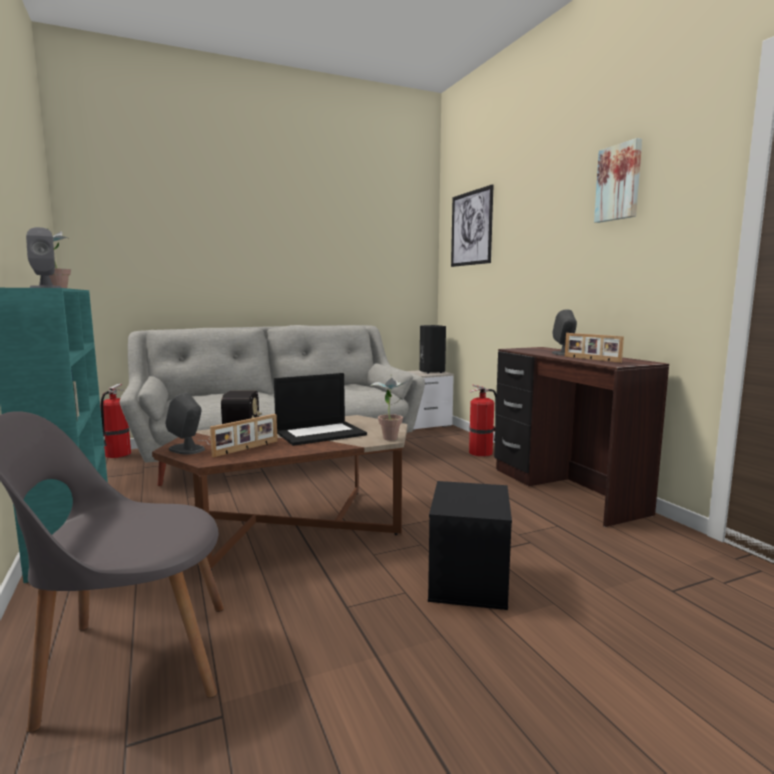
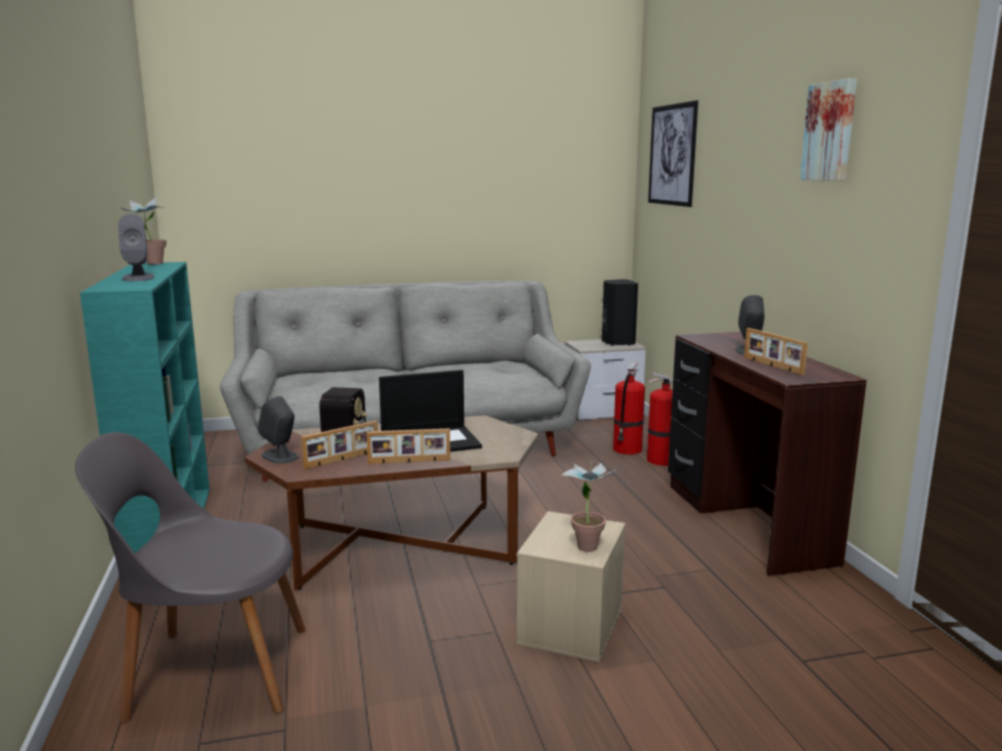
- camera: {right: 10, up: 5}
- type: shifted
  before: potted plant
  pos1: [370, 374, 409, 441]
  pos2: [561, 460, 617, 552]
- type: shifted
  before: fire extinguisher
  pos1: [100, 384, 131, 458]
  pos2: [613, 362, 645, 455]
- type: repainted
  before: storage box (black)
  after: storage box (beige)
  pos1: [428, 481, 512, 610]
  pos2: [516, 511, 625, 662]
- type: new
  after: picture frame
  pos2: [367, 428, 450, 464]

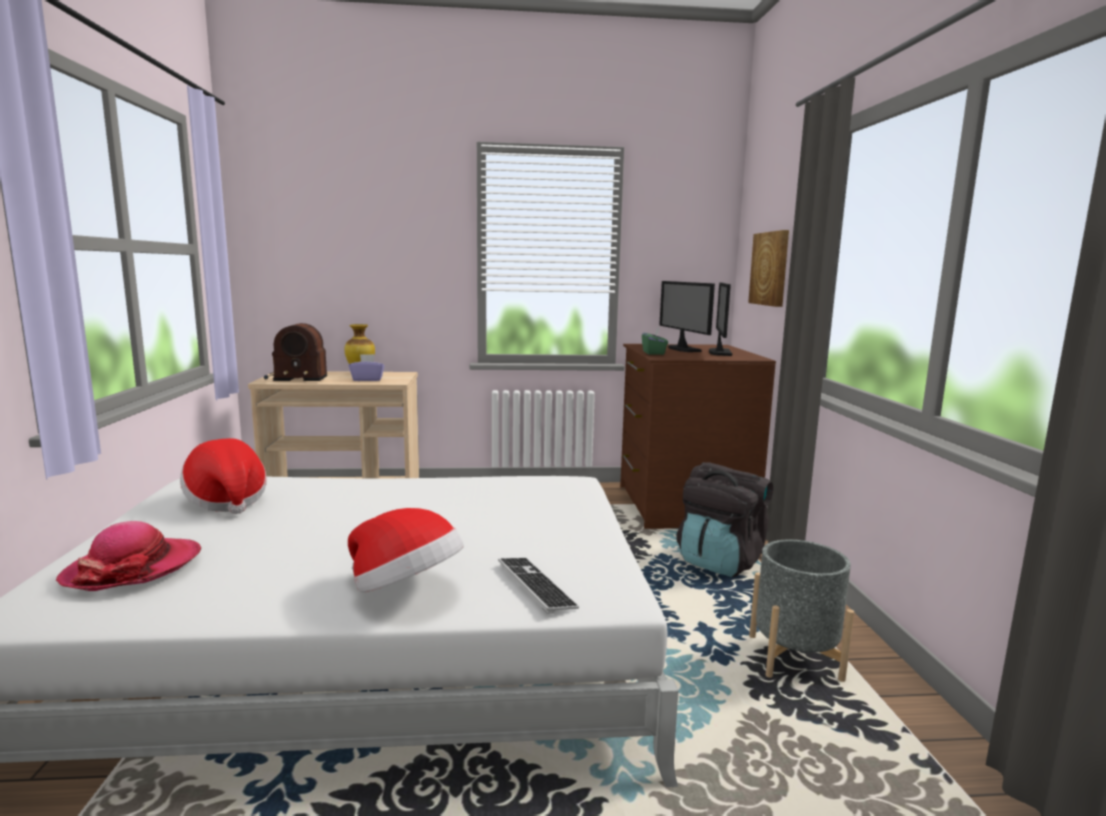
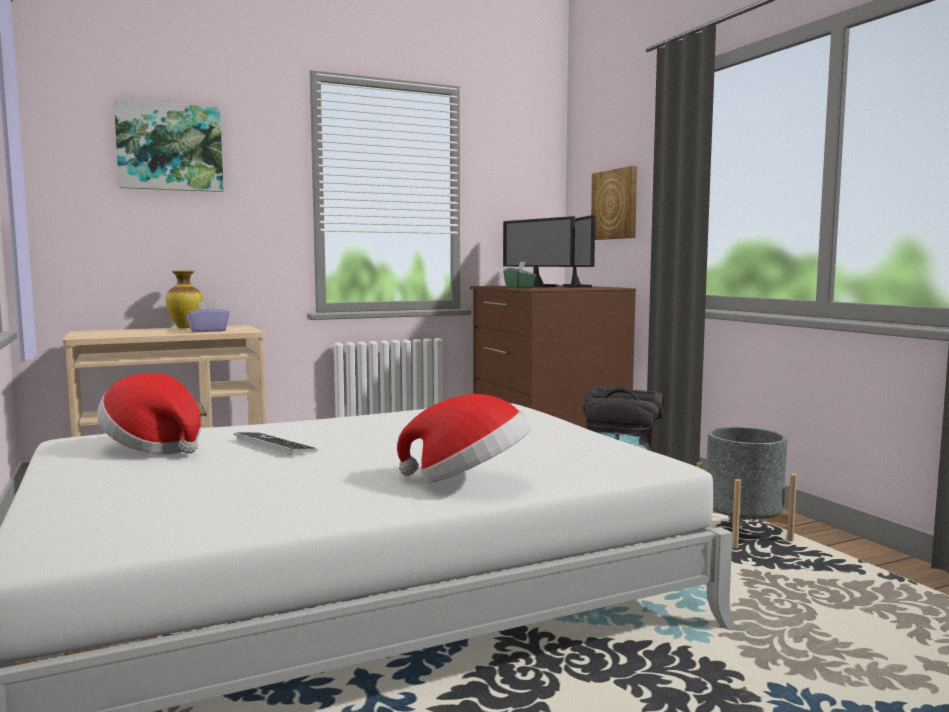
- camera: {right: -20, up: -5}
- type: gone
  before: radio
  pos1: [264, 323, 327, 381]
- type: gone
  before: hat
  pos1: [55, 521, 201, 591]
- type: shifted
  before: keyboard
  pos1: [498, 558, 579, 614]
  pos2: [234, 432, 318, 455]
- type: new
  after: picture
  pos2: [114, 99, 224, 192]

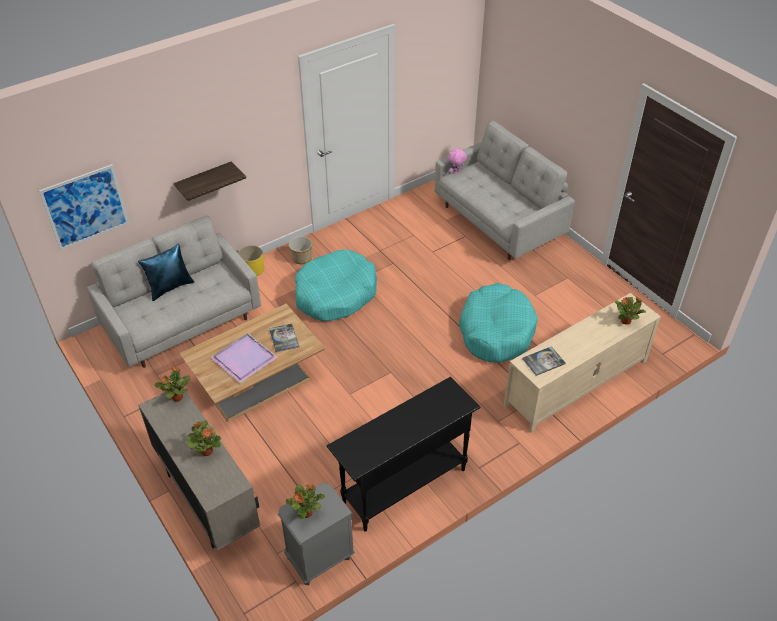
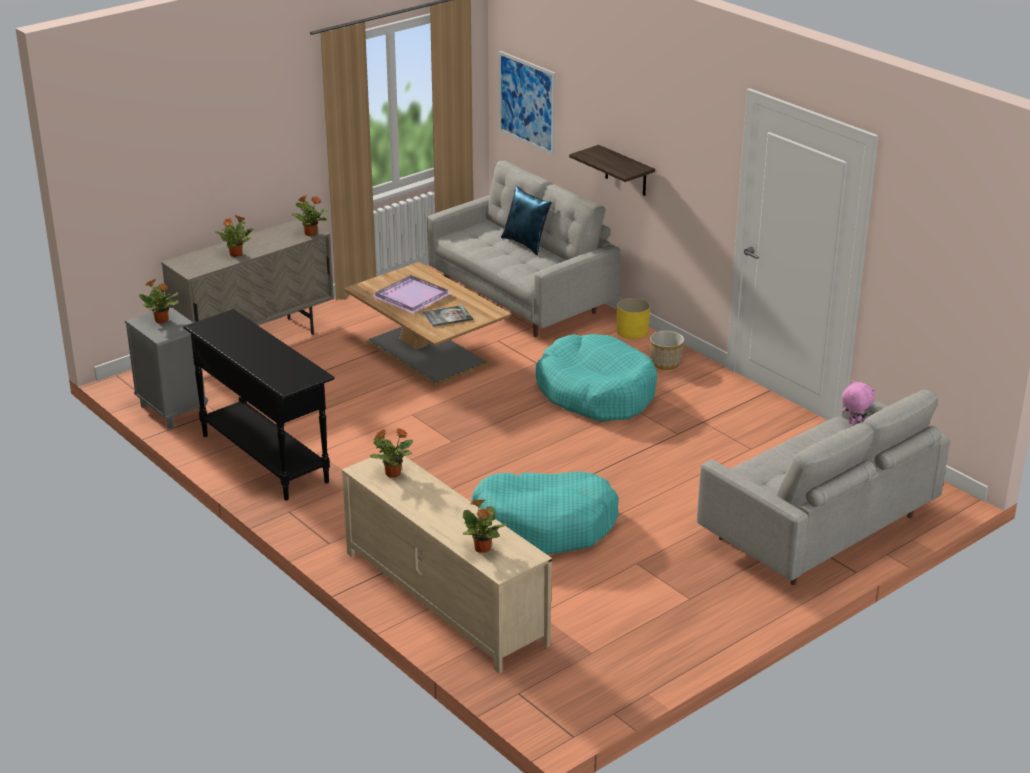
- camera: {right: 85, up: -15}
- type: swapped
  before: book
  after: potted plant
  pos1: [522, 347, 566, 376]
  pos2: [371, 428, 413, 478]

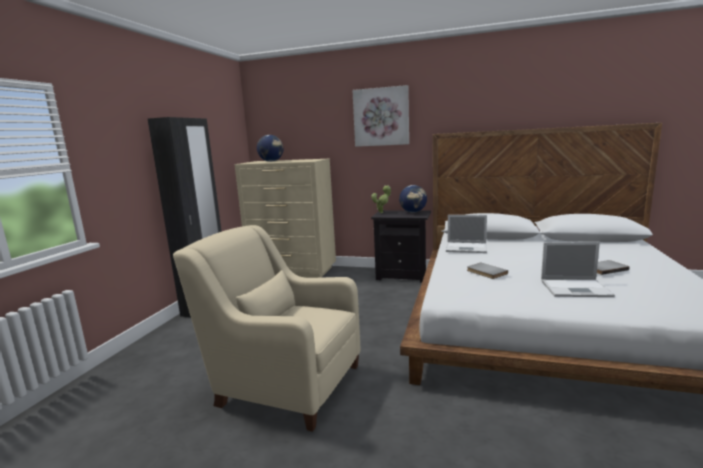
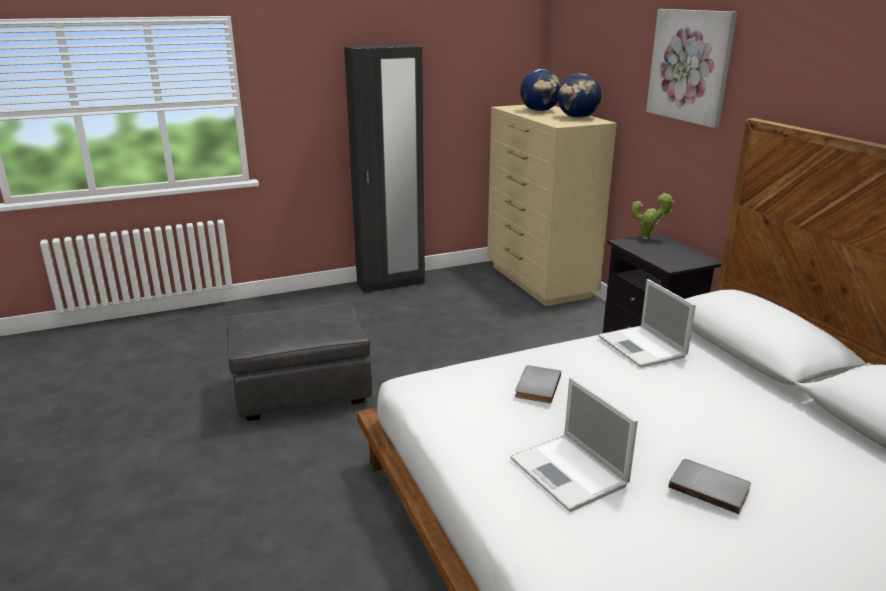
- camera: {right: 50, up: 10}
- type: shifted
  before: globe
  pos1: [399, 185, 427, 213]
  pos2: [558, 73, 601, 118]
- type: swapped
  before: armchair (beige)
  after: ottoman (grey)
  pos1: [173, 225, 360, 432]
  pos2: [227, 302, 372, 421]

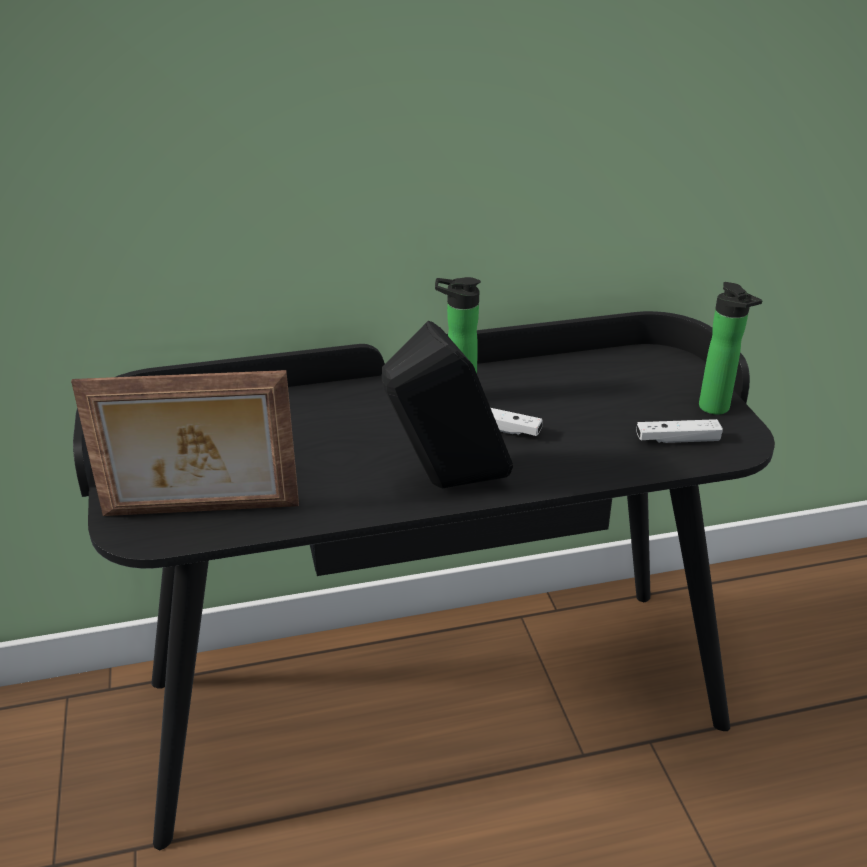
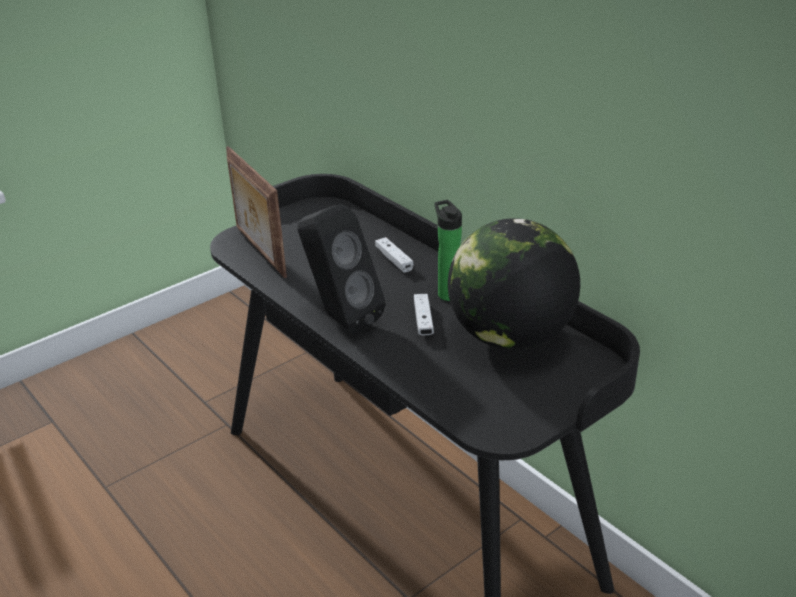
- camera: {right: 65, up: 0}
- type: gone
  before: bottle
  pos1: [699, 282, 763, 415]
- type: shifted
  before: game controller (white)
  pos1: [636, 419, 723, 443]
  pos2: [375, 237, 413, 273]
- type: new
  after: globe
  pos2: [448, 218, 580, 350]

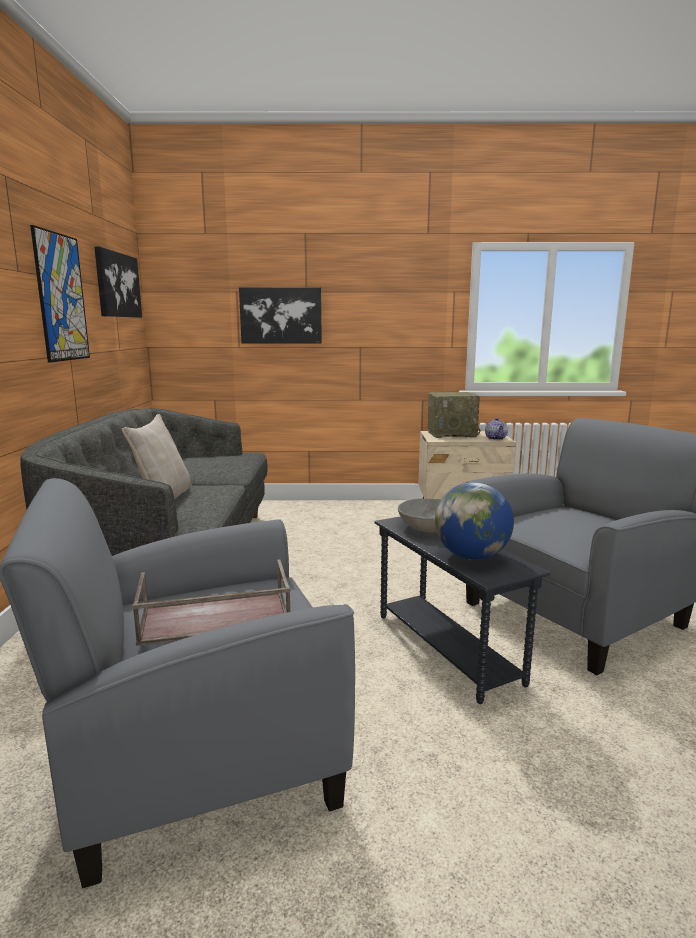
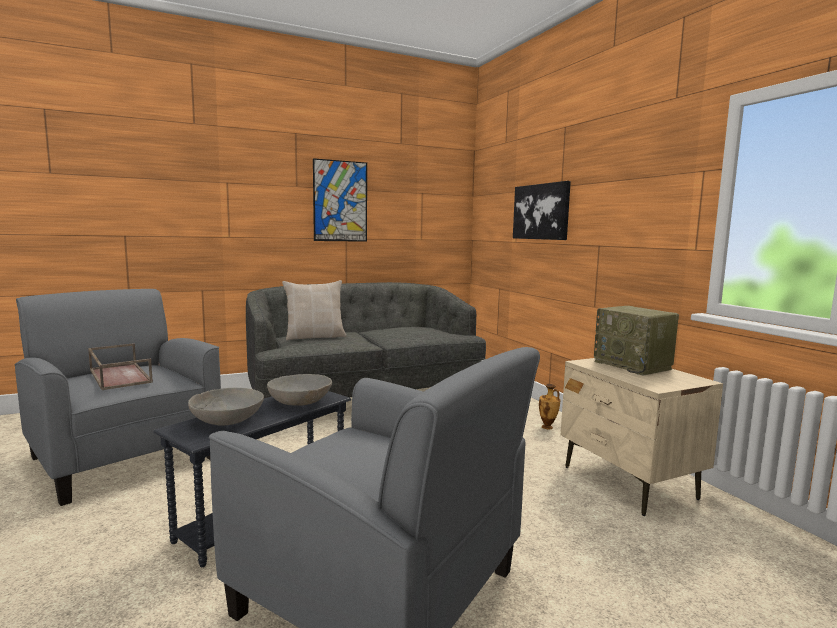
- camera: {right: 65, up: -5}
- type: gone
  before: picture
  pos1: [94, 247, 142, 318]
- type: gone
  before: teapot
  pos1: [485, 418, 508, 440]
- type: swapped
  before: globe
  after: bowl (grey)
  pos1: [435, 482, 514, 560]
  pos2: [188, 388, 264, 426]
- type: new
  after: vase
  pos2: [539, 384, 560, 429]

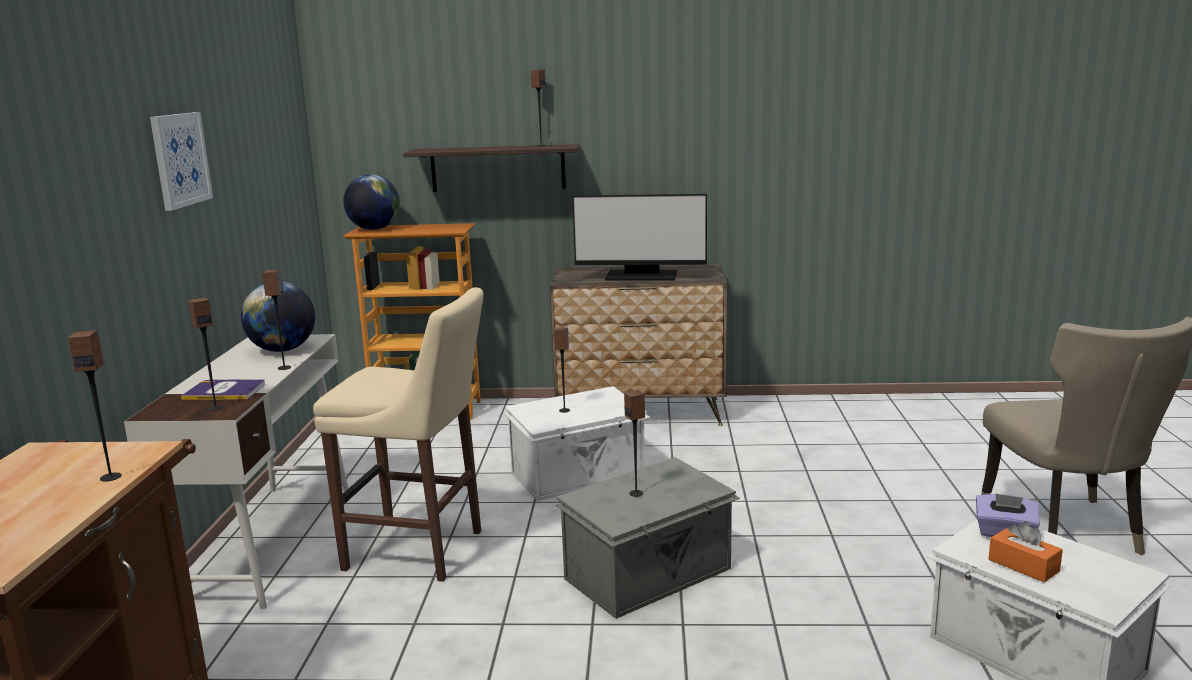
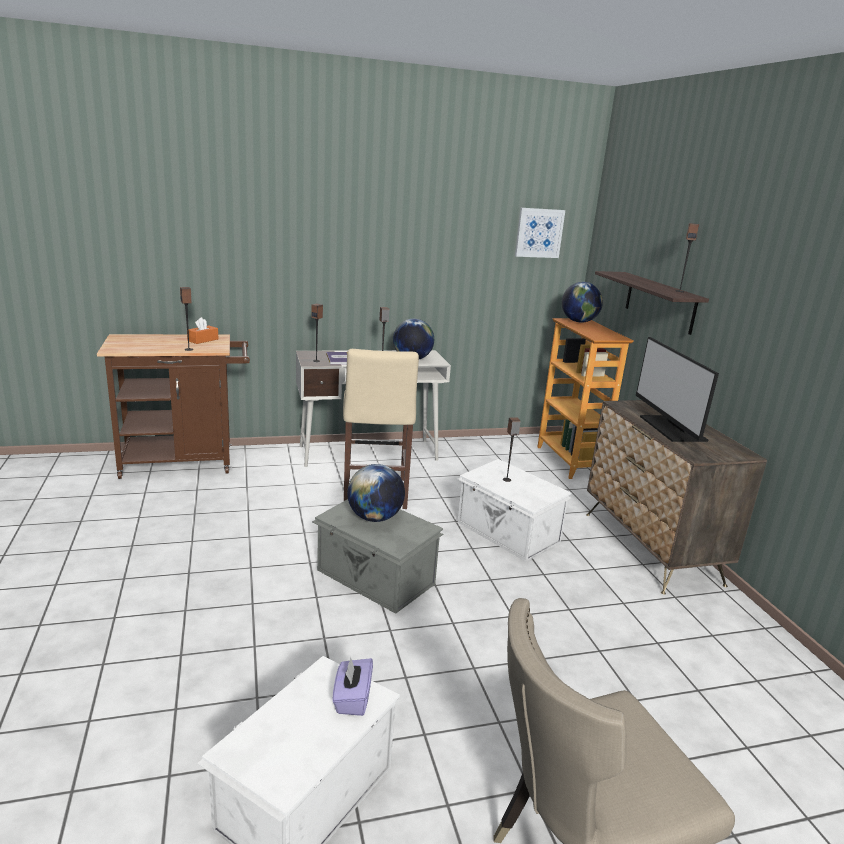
- camera: {right: 70, up: 5}
- type: shifted
  before: picture
  pos1: [150, 112, 213, 211]
  pos2: [515, 208, 565, 258]
- type: swapped
  before: speaker
  after: globe
  pos1: [624, 390, 645, 497]
  pos2: [347, 464, 405, 522]
- type: shifted
  before: tissue box (orange)
  pos1: [988, 521, 1063, 582]
  pos2: [187, 317, 218, 344]

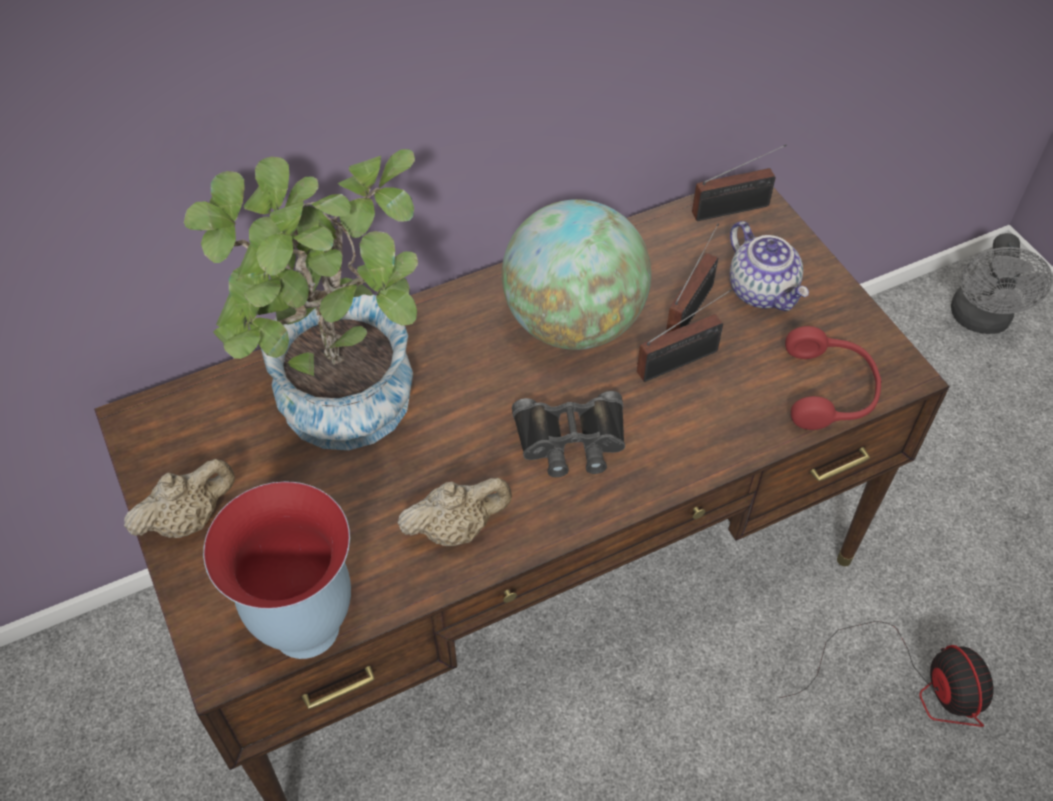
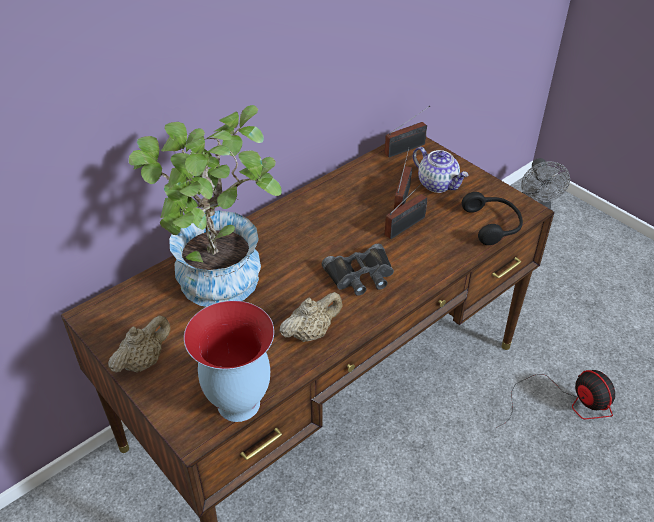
- camera: {right: -15, up: -10}
- type: gone
  before: globe
  pos1: [502, 199, 651, 350]
- type: repainted
  before: headphones (red)
  after: headphones (black)
  pos1: [785, 326, 882, 430]
  pos2: [462, 192, 523, 245]

